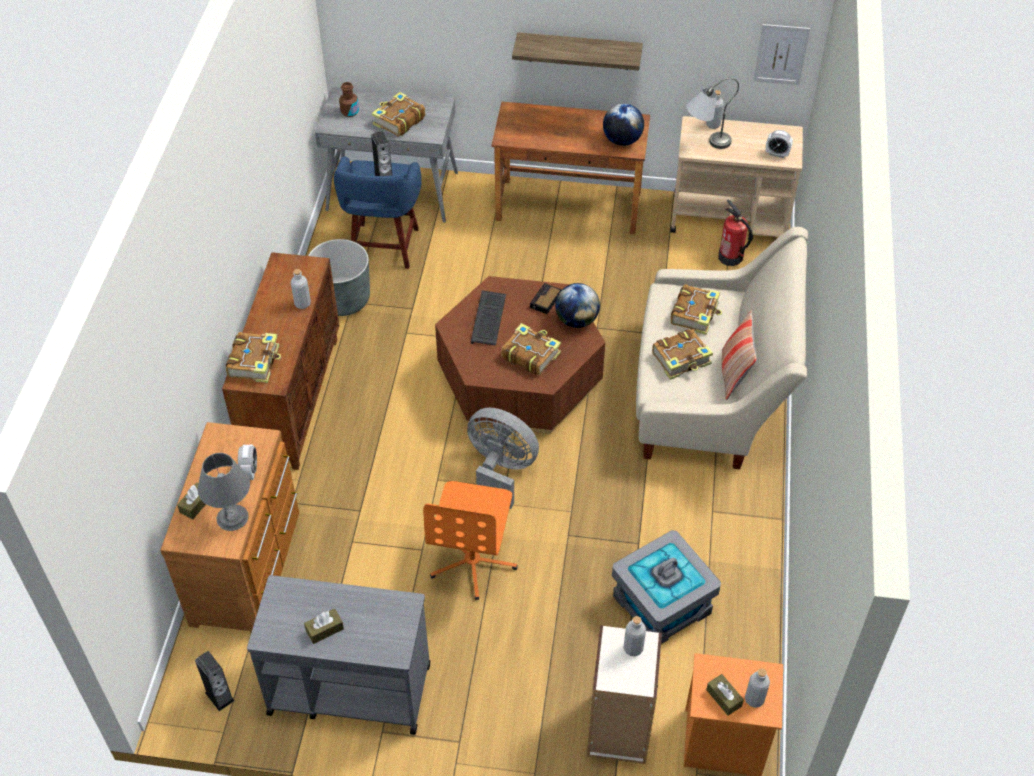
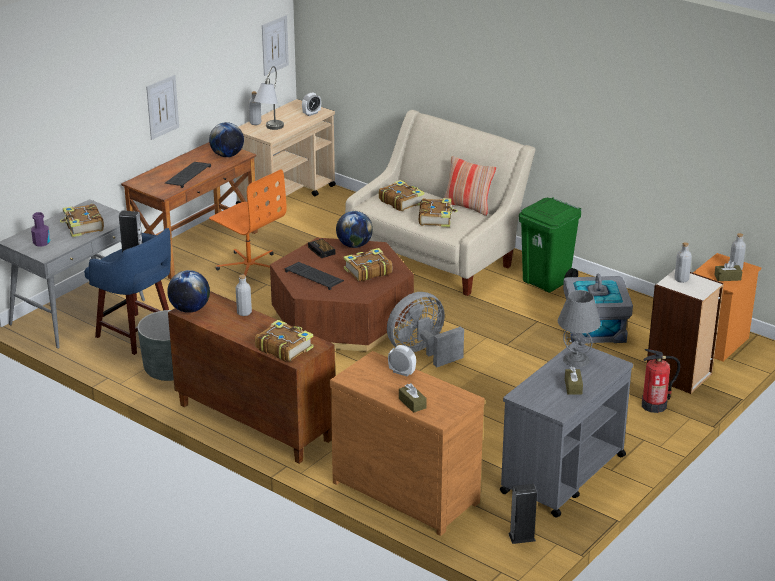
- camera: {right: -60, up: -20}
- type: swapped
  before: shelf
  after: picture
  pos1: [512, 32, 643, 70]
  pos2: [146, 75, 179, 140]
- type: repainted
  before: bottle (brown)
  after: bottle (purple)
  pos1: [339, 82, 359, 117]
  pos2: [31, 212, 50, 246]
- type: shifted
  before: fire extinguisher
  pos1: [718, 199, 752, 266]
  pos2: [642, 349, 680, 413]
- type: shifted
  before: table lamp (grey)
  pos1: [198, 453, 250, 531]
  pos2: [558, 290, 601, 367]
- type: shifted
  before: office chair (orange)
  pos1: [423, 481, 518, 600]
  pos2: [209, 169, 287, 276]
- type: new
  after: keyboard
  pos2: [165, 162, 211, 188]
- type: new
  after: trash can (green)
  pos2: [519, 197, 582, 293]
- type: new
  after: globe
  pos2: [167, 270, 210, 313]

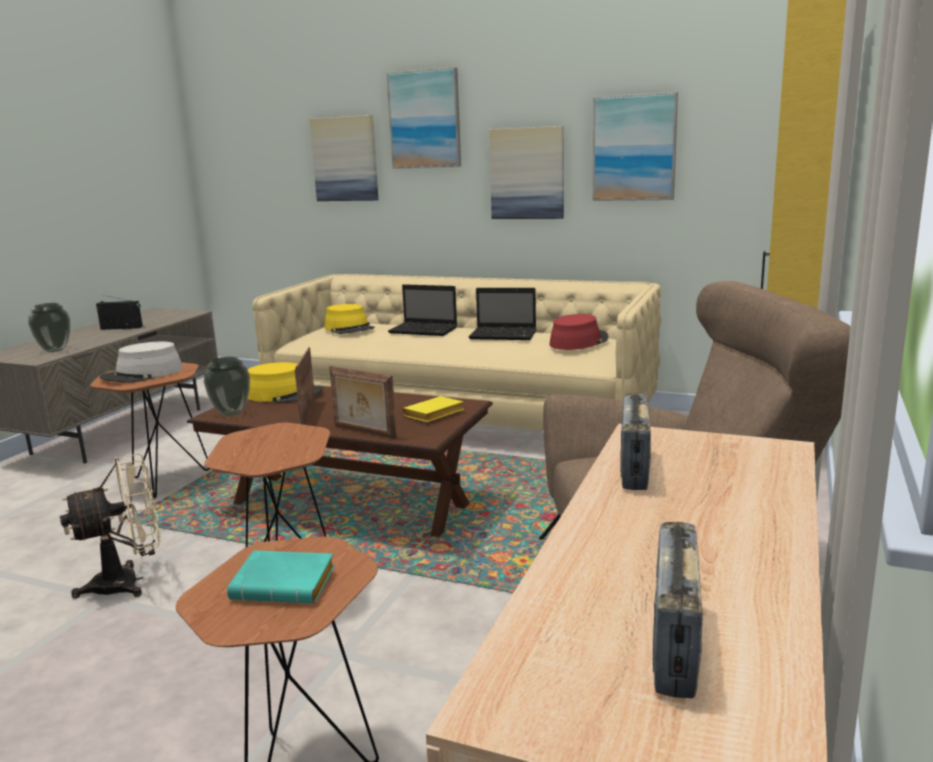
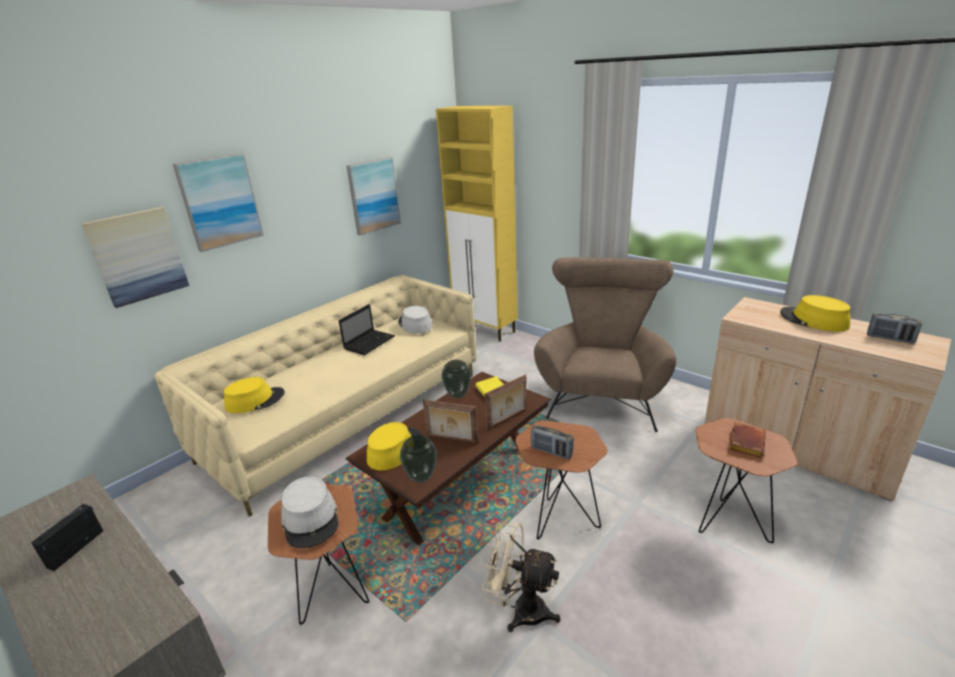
- camera: {right: -70, up: 10}
- type: gone
  before: picture
  pos1: [489, 126, 564, 219]
- type: gone
  before: laptop
  pos1: [388, 284, 457, 336]
- type: shifted
  before: vase
  pos1: [28, 303, 70, 352]
  pos2: [441, 360, 471, 399]
- type: repainted
  before: hat (red)
  after: hat (grey)
  pos1: [549, 314, 609, 350]
  pos2: [398, 306, 433, 334]
- type: shifted
  before: radio
  pos1: [620, 393, 651, 490]
  pos2: [531, 425, 574, 459]
- type: rotated
  before: fan (beige)
  pos1: [60, 454, 161, 599]
  pos2: [482, 521, 560, 632]
  turn: -60
- type: repainted
  before: book (turquoise)
  after: book (brown)
  pos1: [227, 550, 335, 604]
  pos2: [729, 422, 766, 458]
- type: new
  after: hat (yellow)
  pos2: [780, 295, 850, 332]

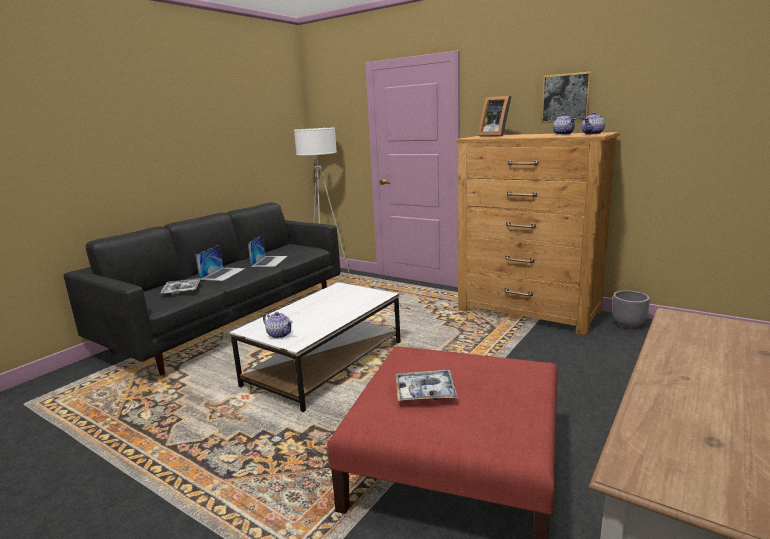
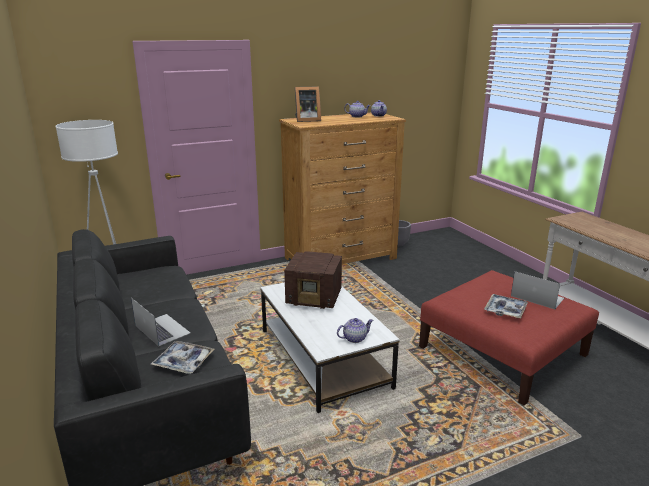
- camera: {right: -60, up: 5}
- type: gone
  before: picture
  pos1: [541, 72, 592, 123]
- type: shifted
  before: laptop
  pos1: [248, 235, 288, 267]
  pos2: [511, 271, 564, 309]
- type: new
  after: radio
  pos2: [284, 252, 342, 309]

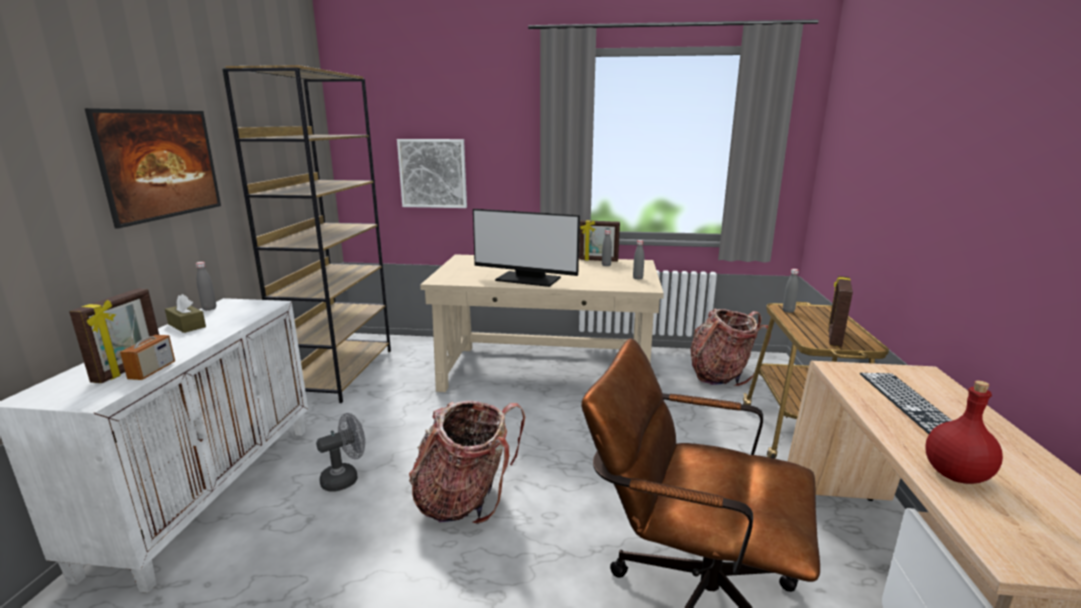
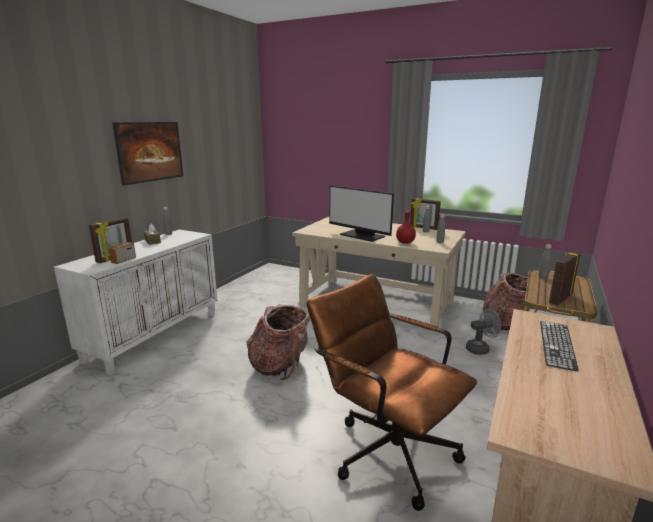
- camera: {right: 20, up: 0}
- type: gone
  before: bookcase (brown)
  pos1: [222, 65, 391, 403]
- type: gone
  before: picture
  pos1: [397, 139, 467, 208]
- type: shifted
  before: bottle (red)
  pos1: [925, 381, 1003, 484]
  pos2: [396, 209, 416, 244]
- type: shifted
  before: fan (grey)
  pos1: [316, 413, 365, 492]
  pos2: [466, 309, 501, 355]

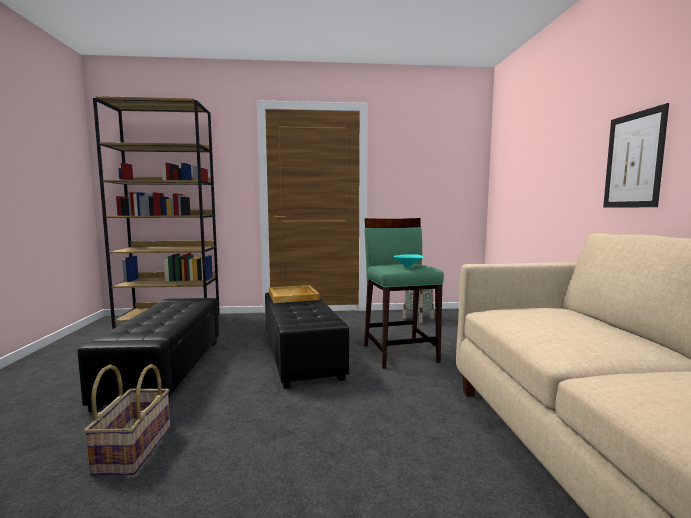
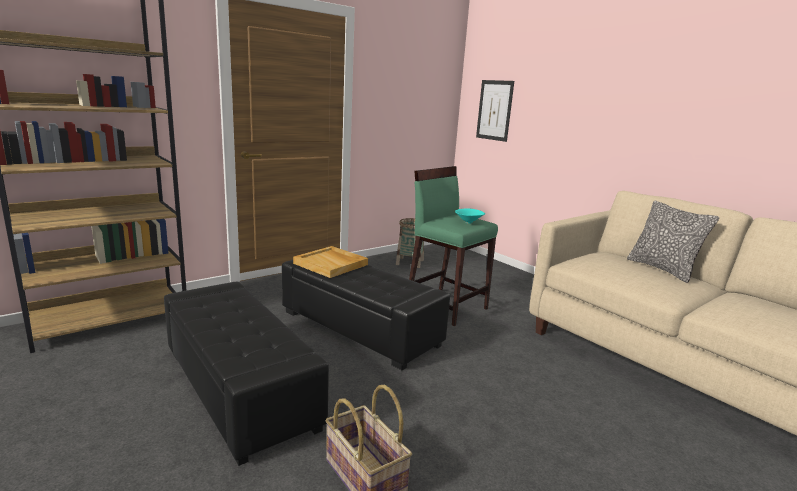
- camera: {right: -35, up: 10}
- type: shifted
  before: picture
  pos1: [603, 103, 669, 207]
  pos2: [476, 80, 514, 142]
- type: new
  after: pillow
  pos2: [627, 201, 719, 283]

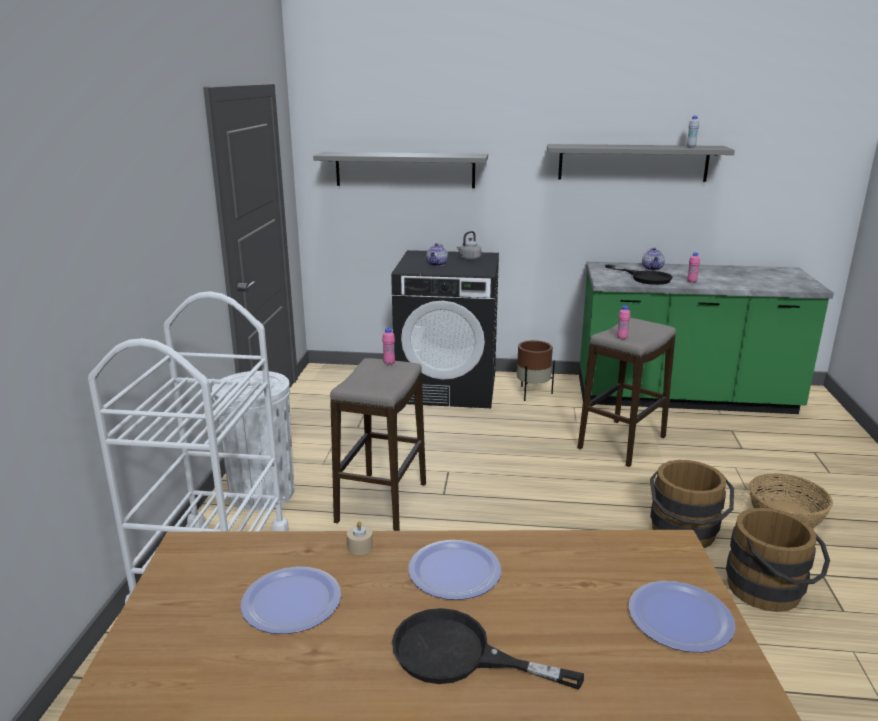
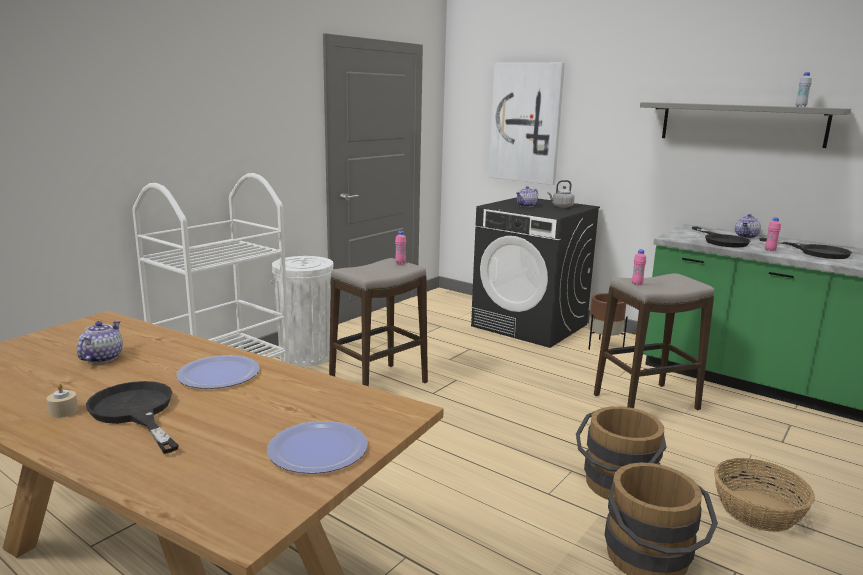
- camera: {right: 30, up: -5}
- type: swapped
  before: shelf (grey)
  after: picture
  pos1: [313, 152, 488, 188]
  pos2: [489, 63, 565, 185]
- type: shifted
  before: candle (beige)
  pos1: [347, 521, 373, 555]
  pos2: [47, 383, 78, 418]
- type: swapped
  before: plate
  after: teapot
  pos1: [241, 567, 341, 634]
  pos2: [77, 321, 123, 363]
- type: new
  after: frying pan (black)
  pos2: [759, 237, 852, 259]

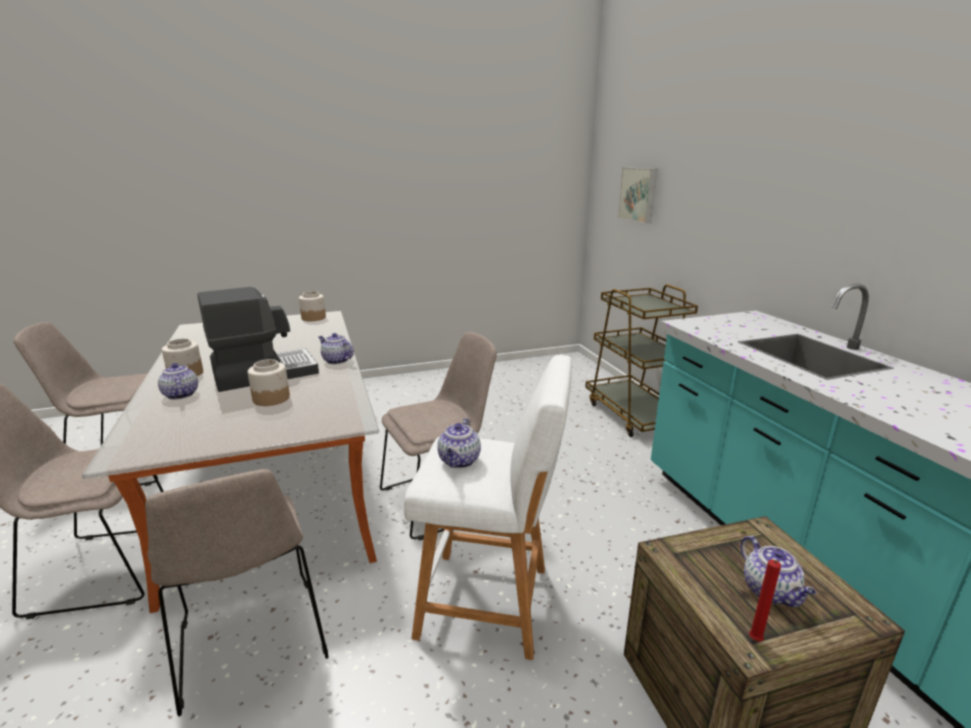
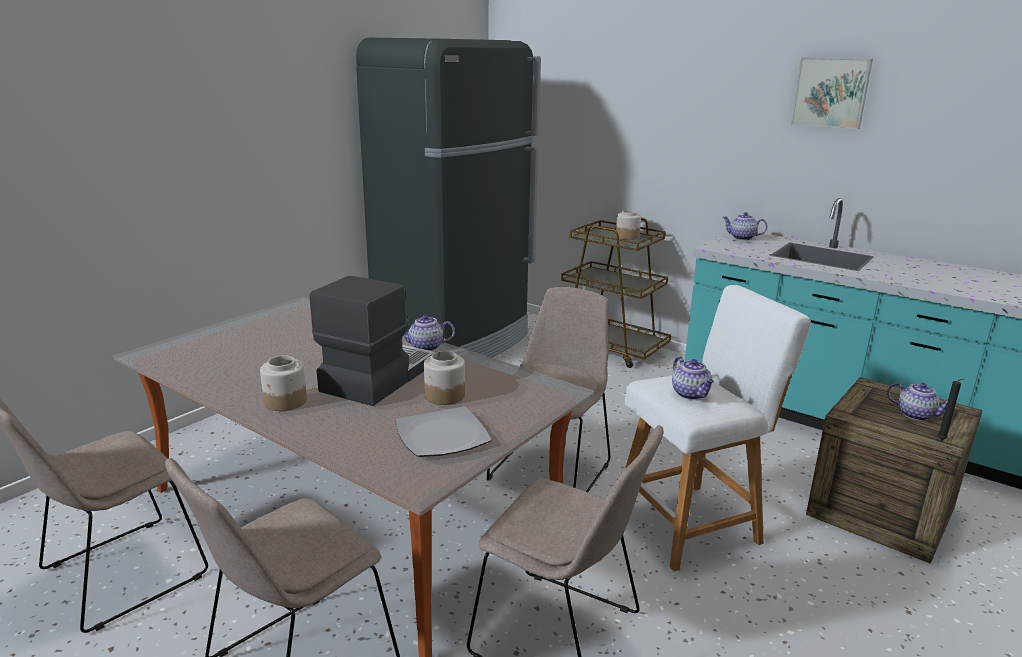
- camera: {right: -35, up: 0}
- type: shifted
  before: picture
  pos1: [618, 167, 657, 223]
  pos2: [791, 57, 873, 129]
- type: shifted
  before: jar
  pos1: [299, 291, 326, 321]
  pos2: [616, 210, 641, 240]
- type: shifted
  before: teapot
  pos1: [158, 363, 198, 400]
  pos2: [723, 212, 768, 240]
- type: repainted
  before: candle (red)
  after: candle (black)
  pos1: [749, 560, 781, 641]
  pos2: [938, 379, 964, 440]
- type: new
  after: fridge (black)
  pos2: [356, 38, 541, 358]
- type: new
  after: plate
  pos2: [395, 406, 492, 457]

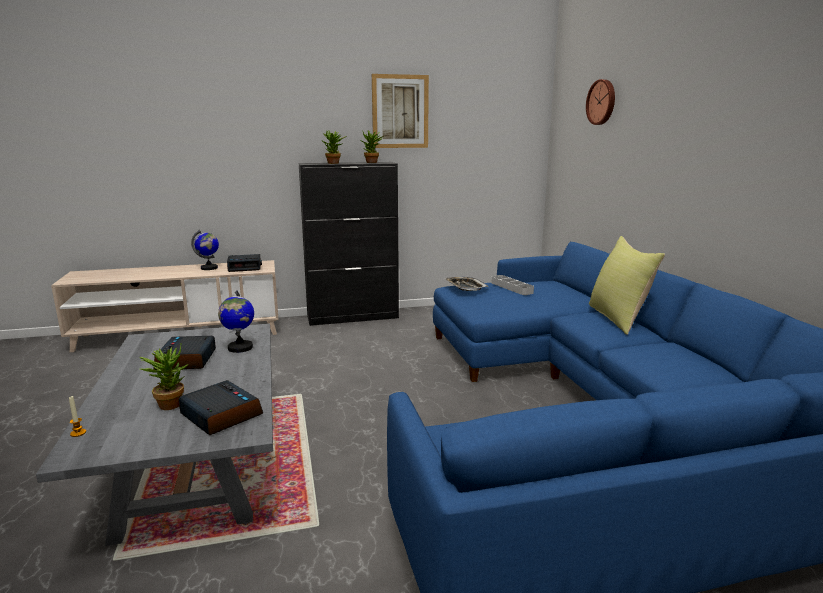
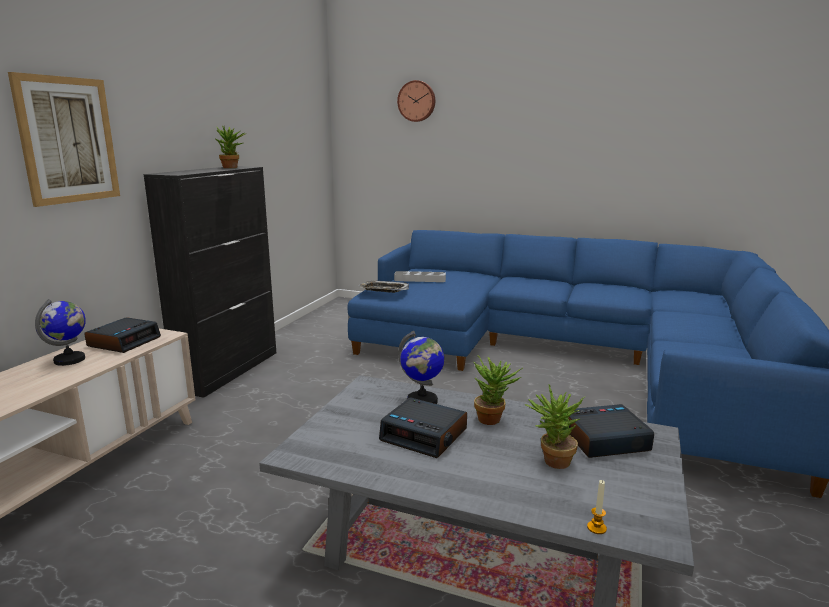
- camera: {right: -55, up: 0}
- type: shifted
  before: picture
  pos1: [372, 74, 429, 148]
  pos2: [8, 72, 120, 207]
- type: shifted
  before: potted plant
  pos1: [321, 130, 347, 164]
  pos2: [473, 355, 523, 425]
- type: gone
  before: pillow (yellow)
  pos1: [589, 236, 665, 335]

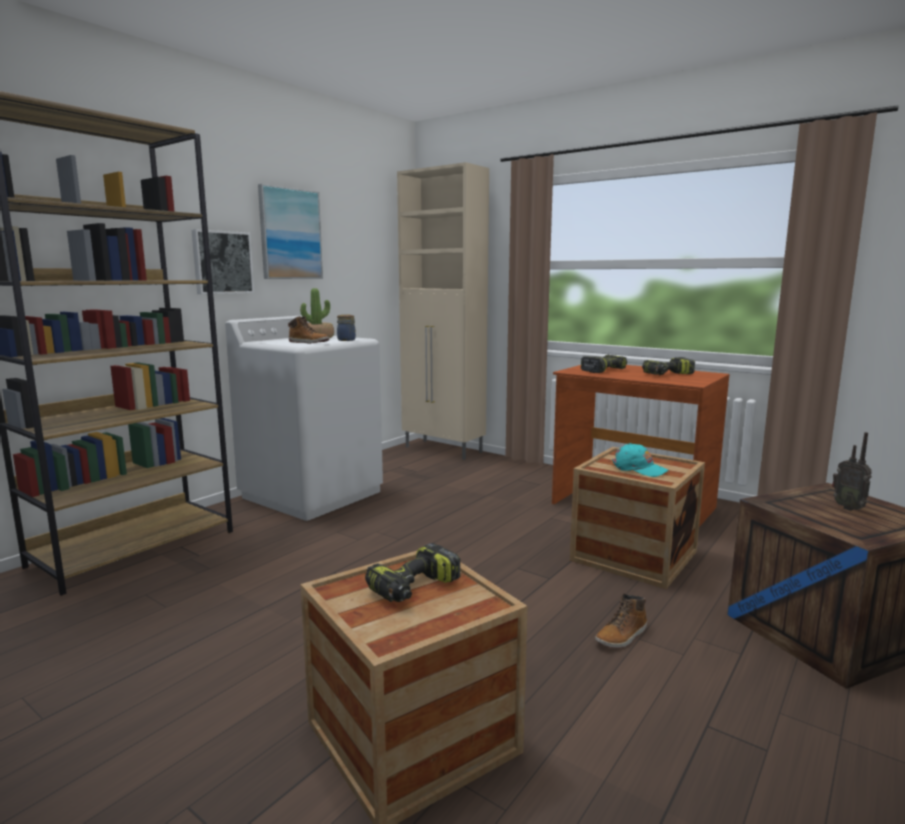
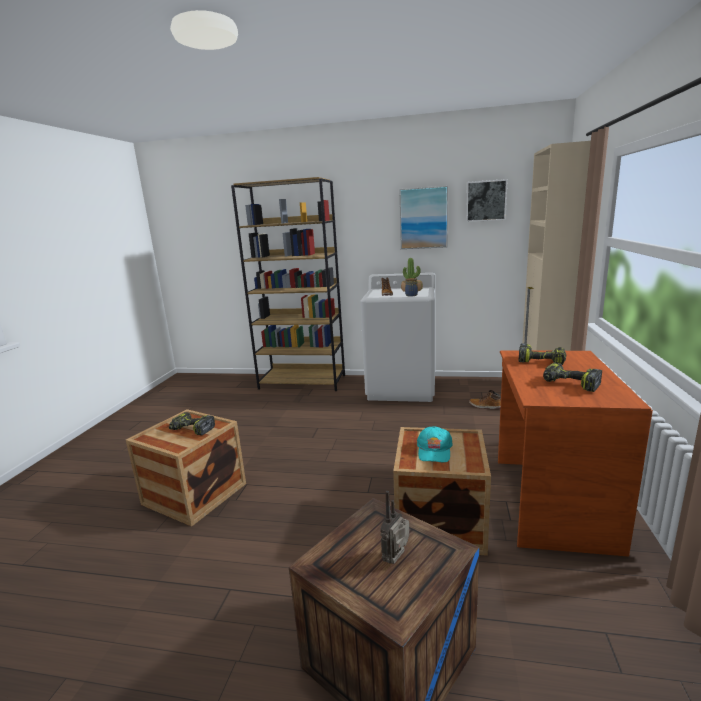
- camera: {right: 65, up: 5}
- type: shifted
  before: picture
  pos1: [192, 229, 254, 294]
  pos2: [466, 179, 508, 222]
- type: shifted
  before: boot
  pos1: [595, 594, 647, 648]
  pos2: [469, 390, 501, 409]

